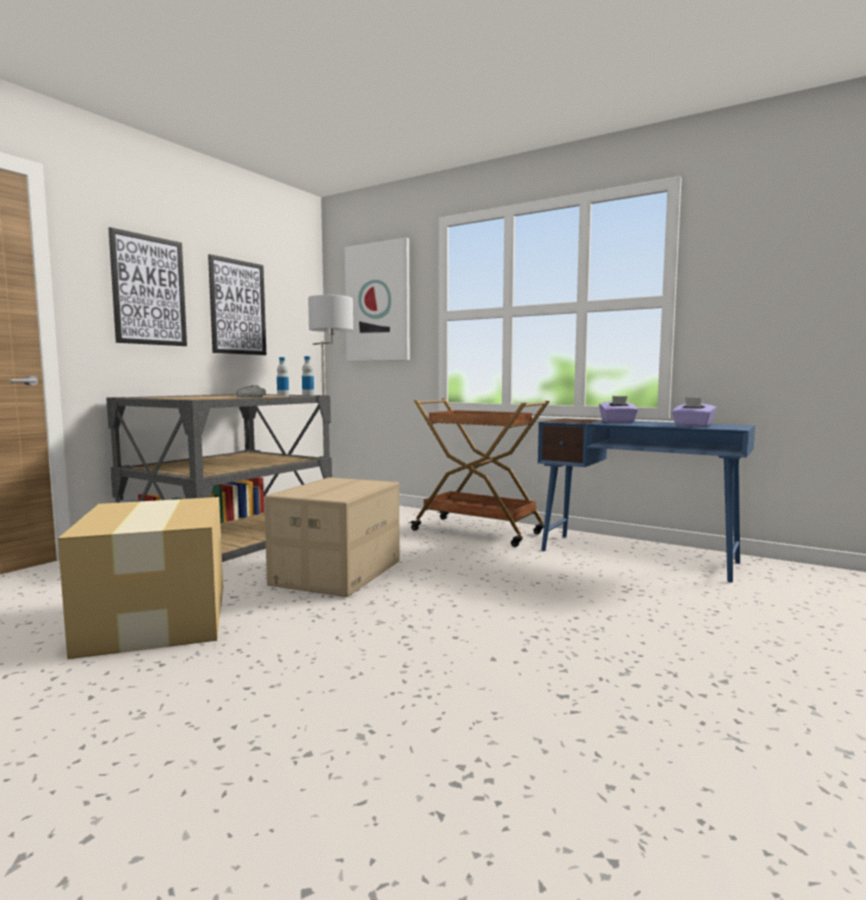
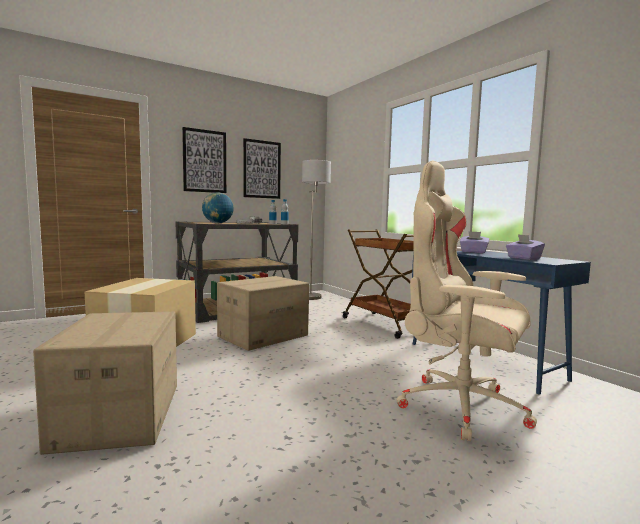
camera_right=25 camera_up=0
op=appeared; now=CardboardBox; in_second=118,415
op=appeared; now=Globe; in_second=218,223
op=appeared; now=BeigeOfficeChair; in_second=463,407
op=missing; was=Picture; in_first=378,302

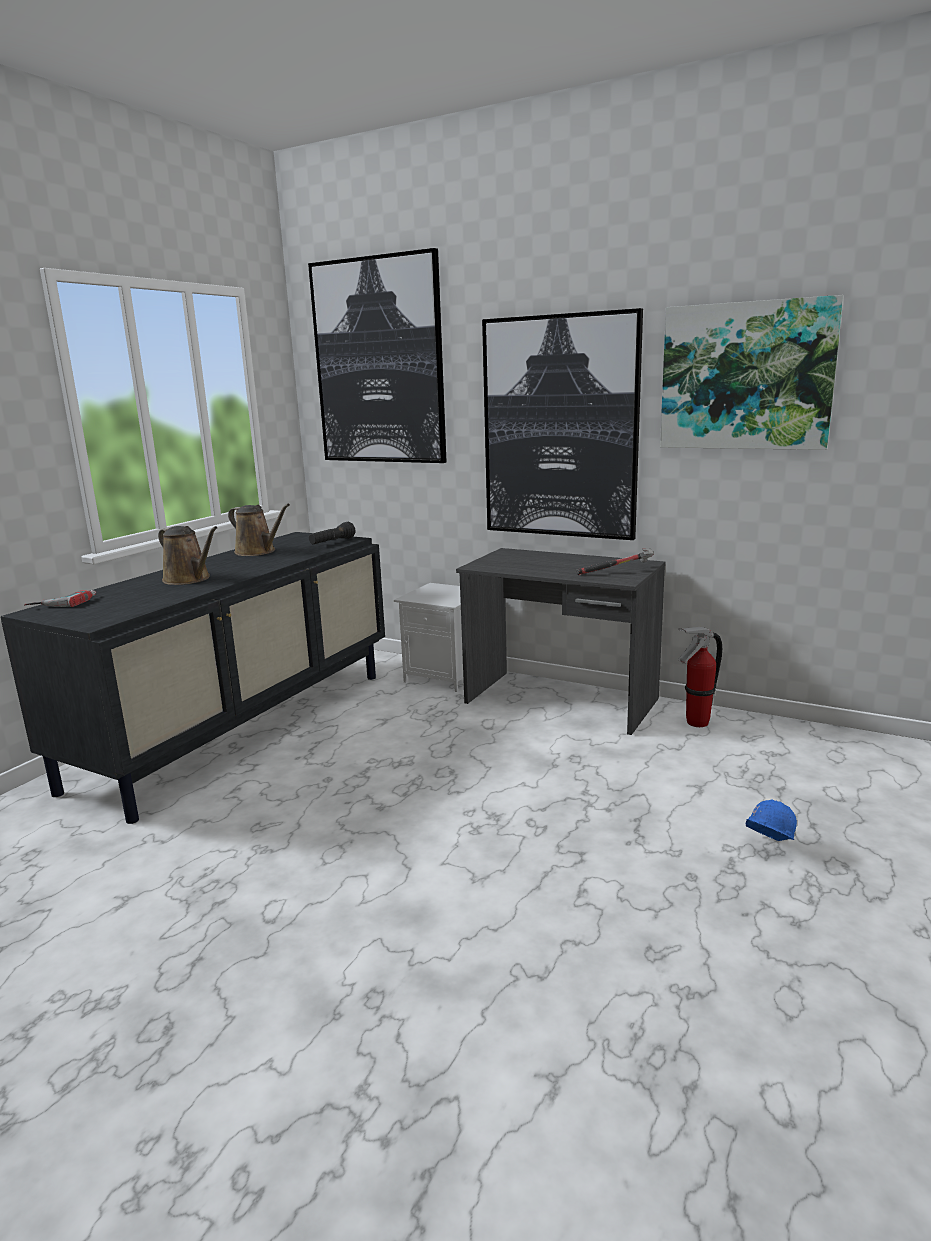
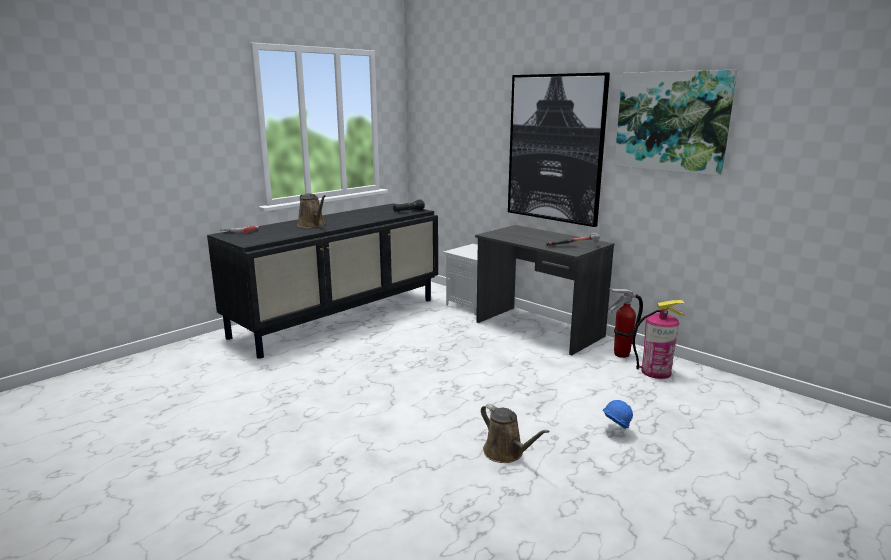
camera_right=15 camera_up=0
op=relocated; was=BrownWateringCan; in_first=258,552; in_second=506,453
op=appeared; now=FireExtinguisher; in_second=656,372
op=missing; was=Picture; in_first=379,362

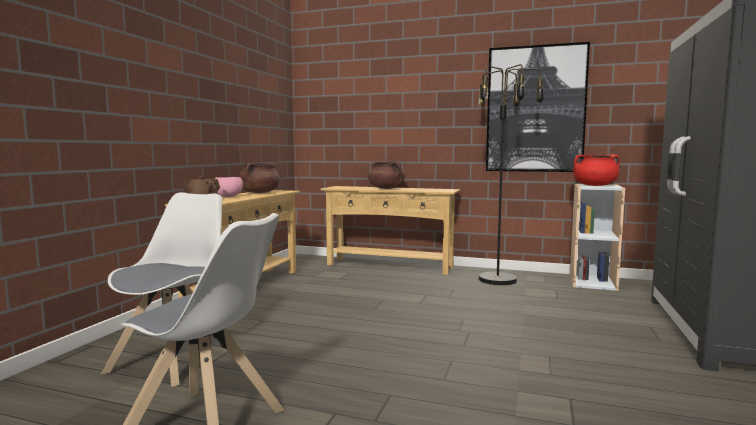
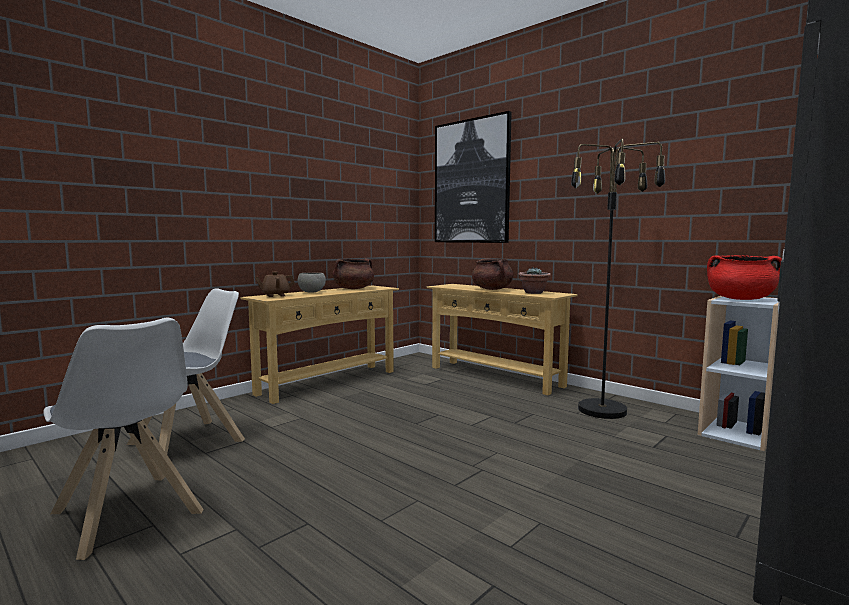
camera_right=25 camera_up=0
op=colour; was=PinkBowl; now=GreyBowl; in_first=228,197; in_second=311,292
op=relocated; was=Picture; in_first=535,109; in_second=471,182
op=appeared; now=PottedPlant; in_second=534,292

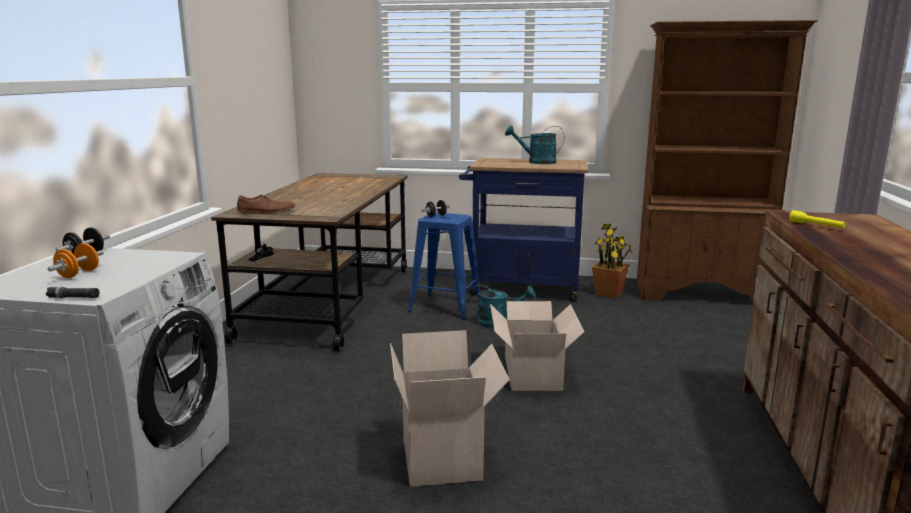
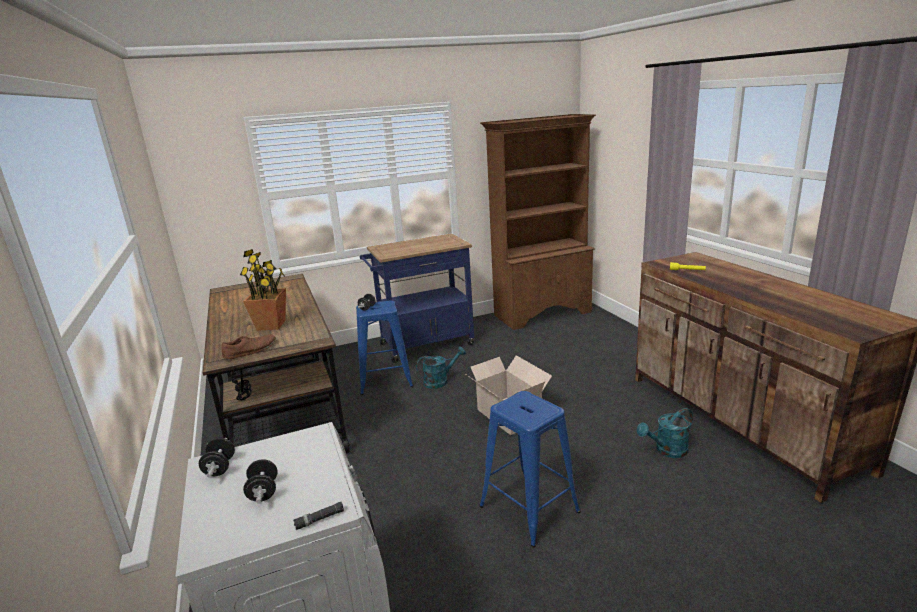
camera_right=-30 camera_up=5
op=relocated; was=PottedPlant; in_first=609,293; in_second=271,325
op=colour; was=OrangeDumbbell; now=BlackDumbbell; in_first=78,274; in_second=263,492
op=exchanged; was=CardboardBox; now=BlueStool; in_first=445,459; in_second=529,509
op=relocated; was=TurquoiseWateringCan; in_first=536,162; in_second=667,451

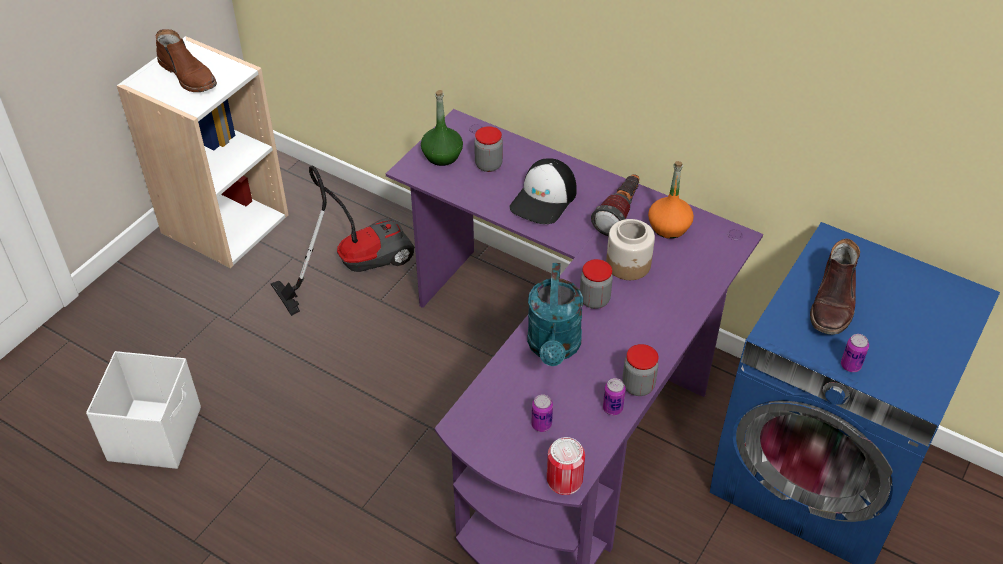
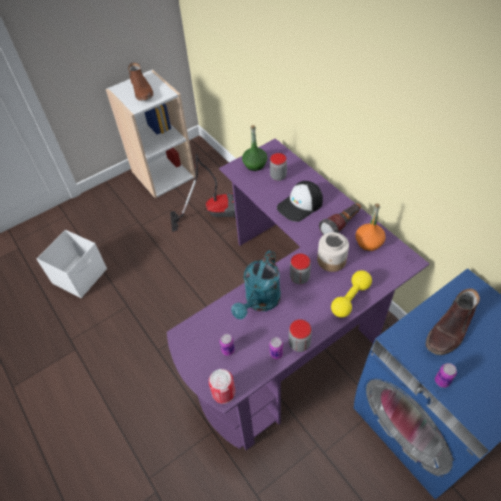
camera_right=25 camera_up=5
op=appeared; now=YellowDumbbell; in_second=350,299

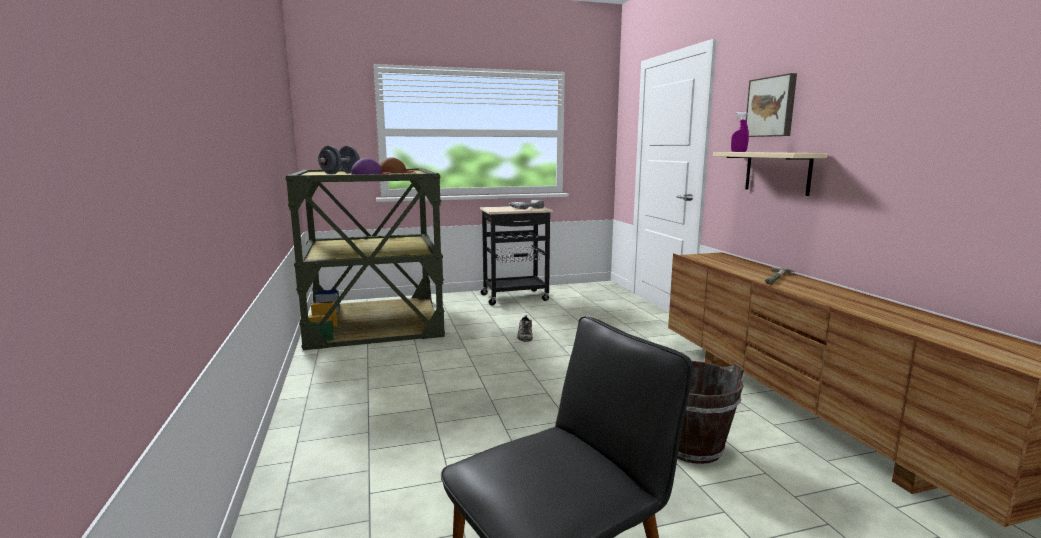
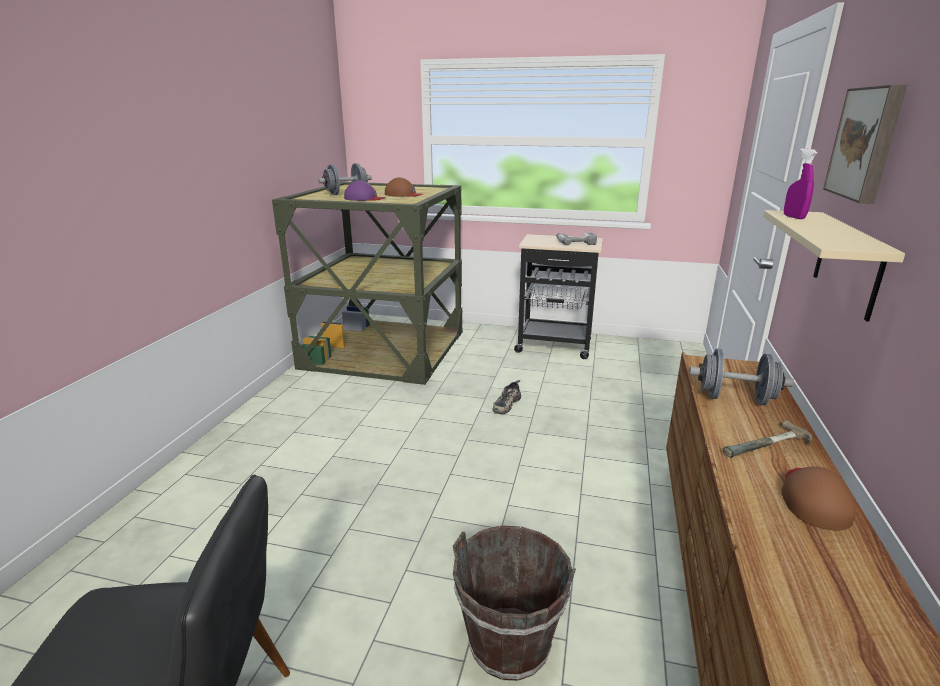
camera_right=30 camera_up=10
op=appeared; now=GreyDumbbell; in_second=735,398
op=appeared; now=BrownCap; in_second=813,500

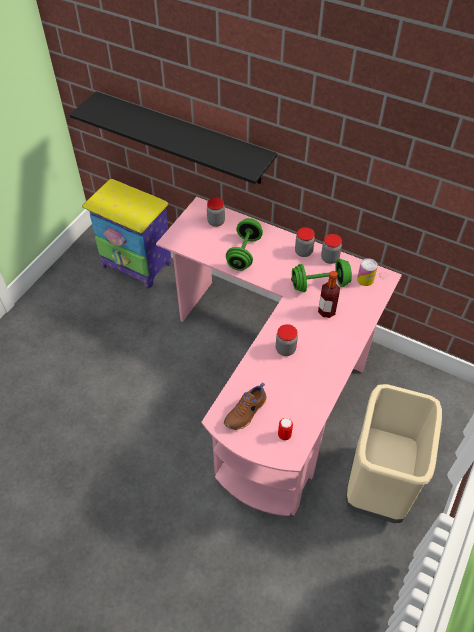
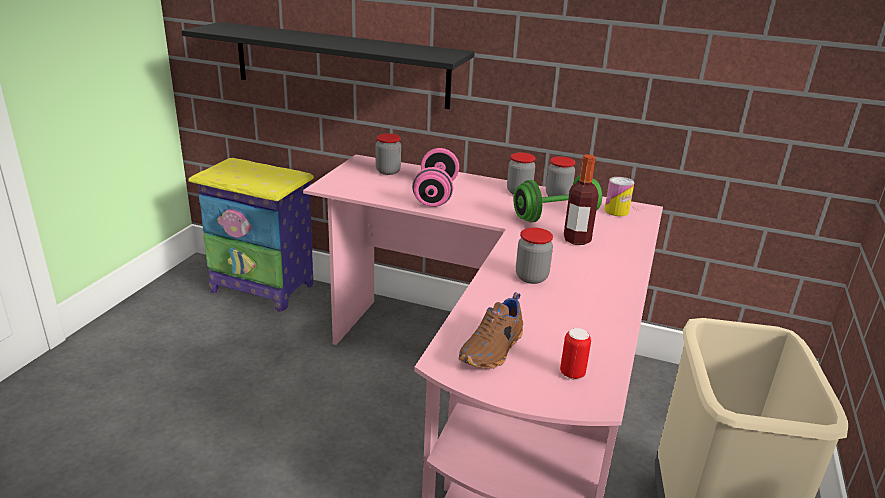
camera_right=-10 camera_up=-25
op=colour; was=GreenDumbbell; now=PinkDumbbell; in_first=244,253; in_second=435,194

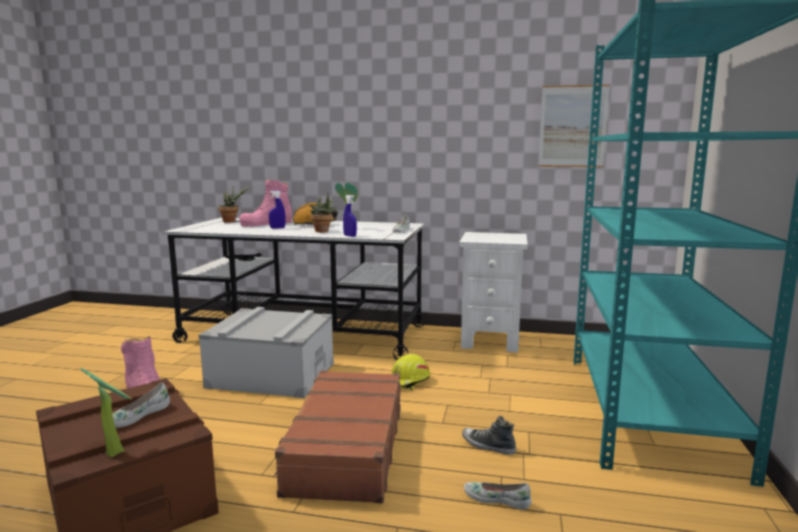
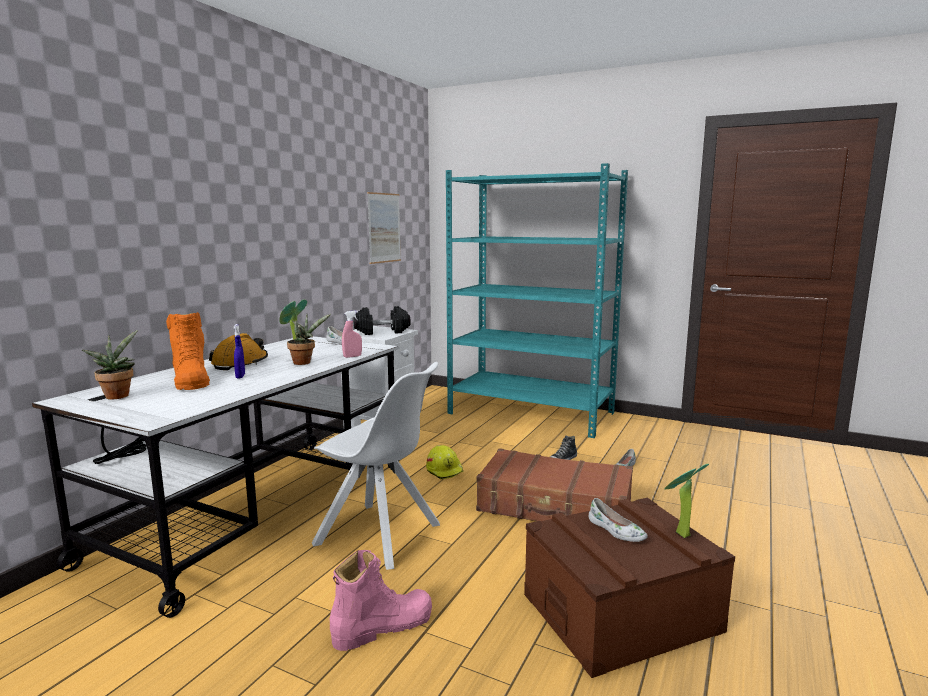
camera_right=-75 camera_up=0
op=colour; was=PinkBoot; now=OrangeBoot; in_first=266,224; in_second=191,380
op=exchanged; was=GreyStorageBox; now=WhiteChair; in_first=271,375; in_second=380,535
op=colour; was=BlueSprayBottle; now=PinkSprayBottle; in_first=350,236; in_second=352,356
op=appeared; now=BlackDumbbell; in_second=382,332

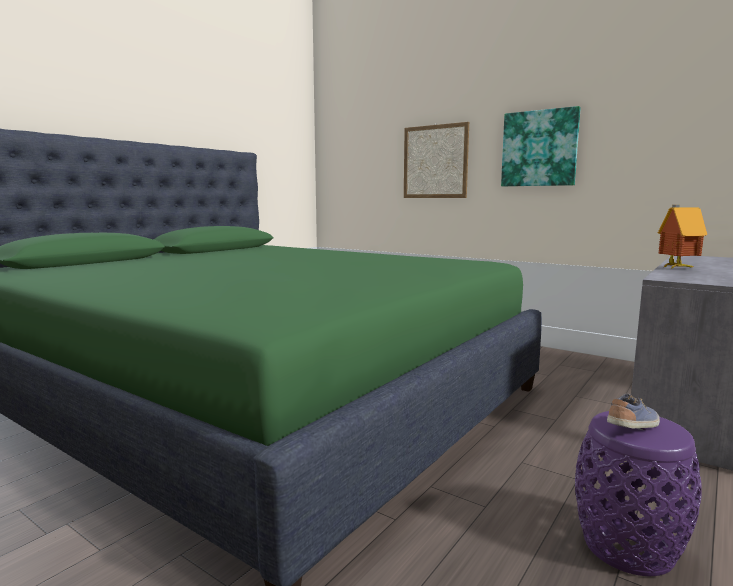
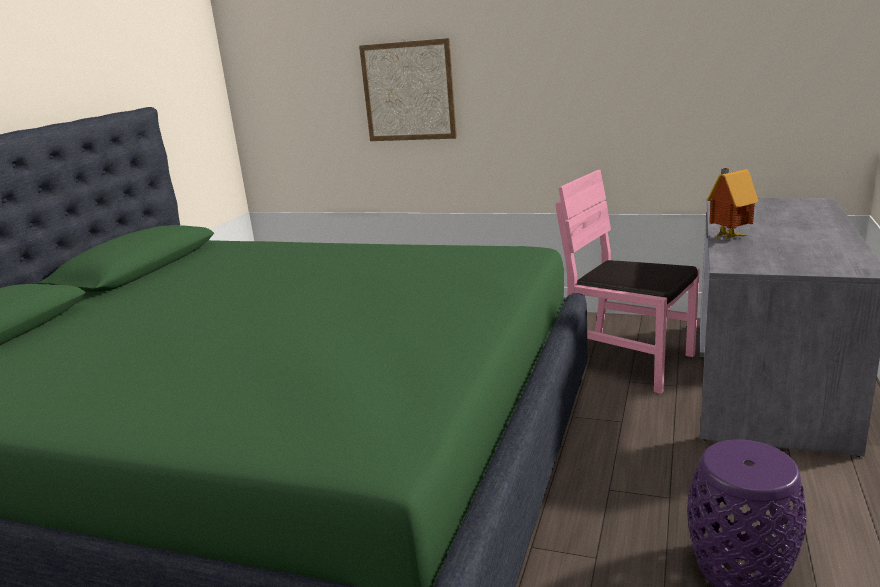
camera_right=-15 camera_up=10
op=appeared; now=PinkChair; in_second=628,362
op=missing; was=Picture; in_first=539,148
op=missing; was=Shoe; in_first=634,427

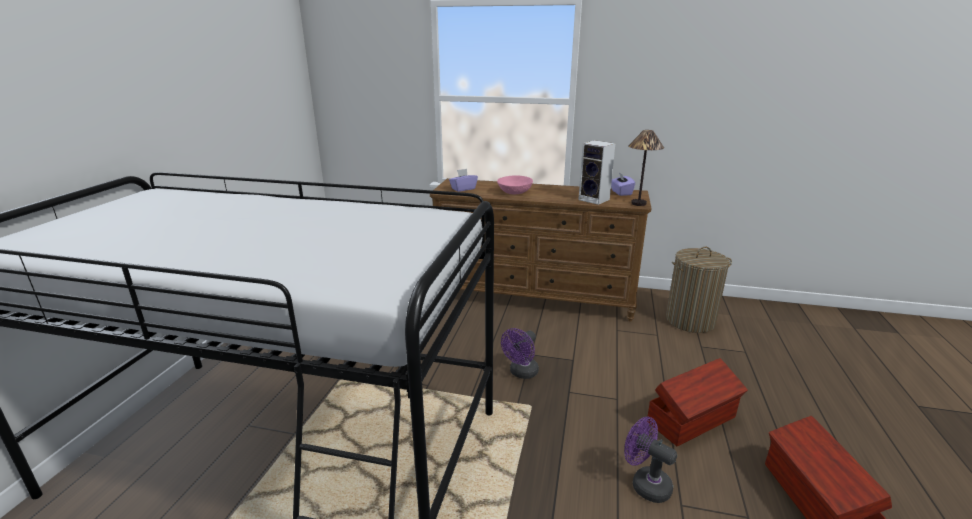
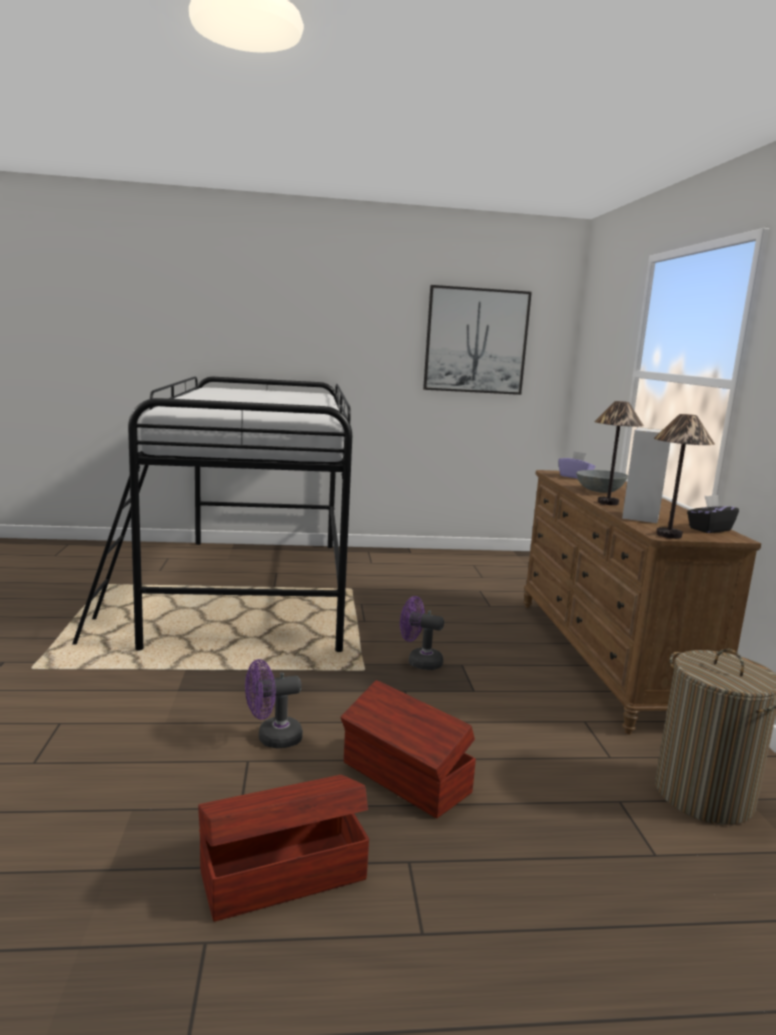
camera_right=70 camera_up=-10
op=spun; was=PurpleFan; in_first=645,483; in_second=272,739; clockwise=-135
op=appeared; now=Picture; in_second=476,341
op=colour; was=PinkBowl; now=GreyBowl; in_first=514,192; in_second=600,491
op=appeared; now=TableLamp; in_second=607,502
op=colour; was=PurpleTissueBox; now=BlackTissueBox; in_first=621,192; in_second=709,529

